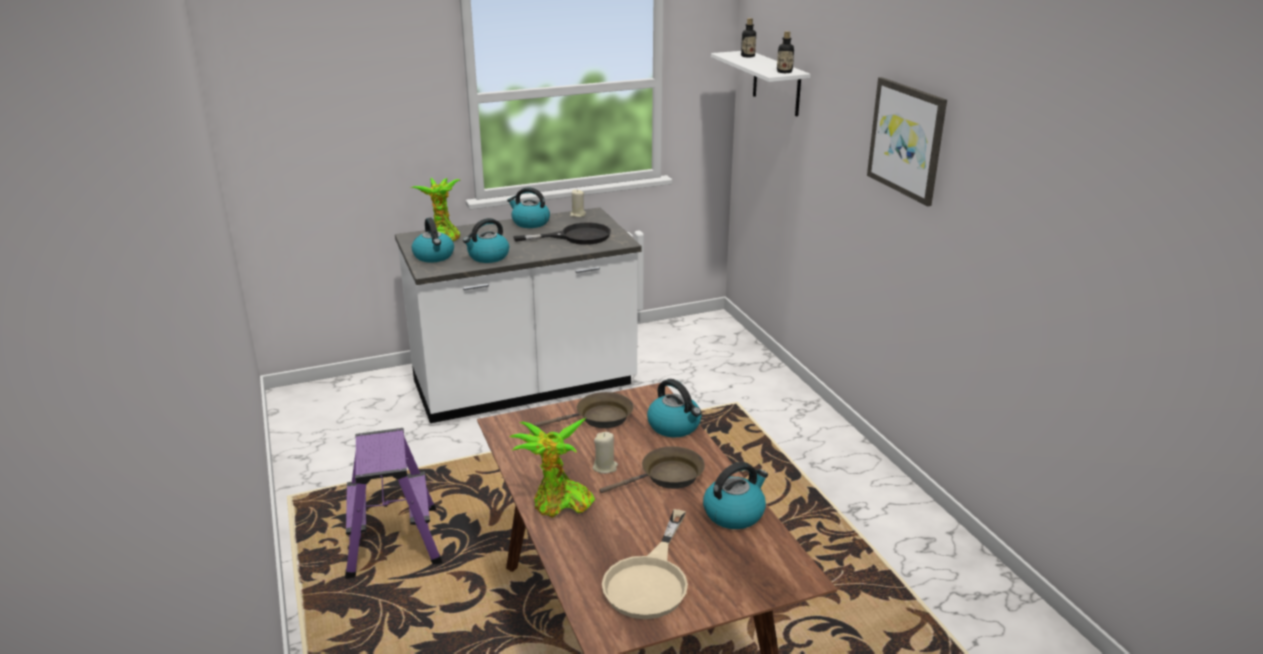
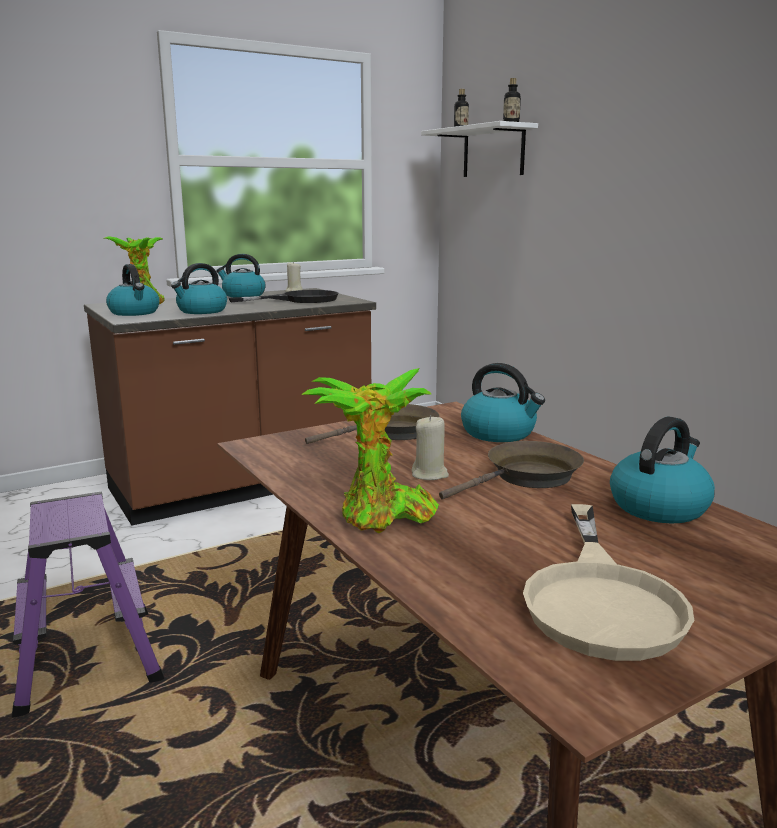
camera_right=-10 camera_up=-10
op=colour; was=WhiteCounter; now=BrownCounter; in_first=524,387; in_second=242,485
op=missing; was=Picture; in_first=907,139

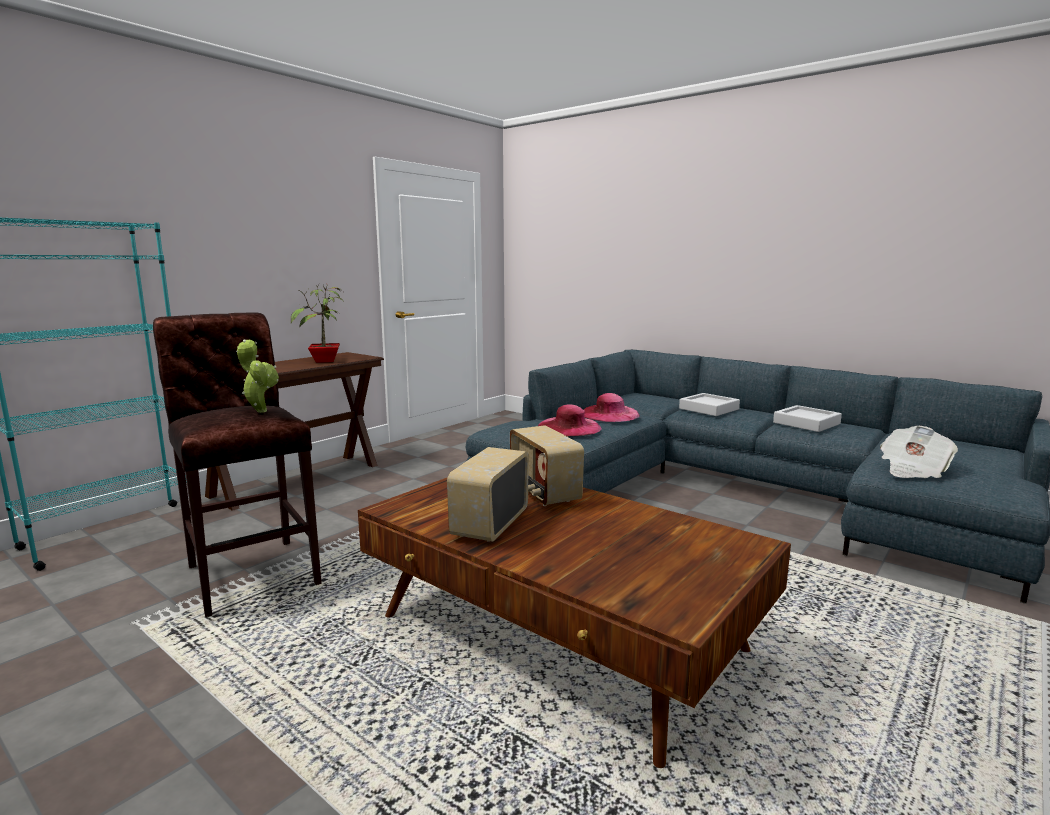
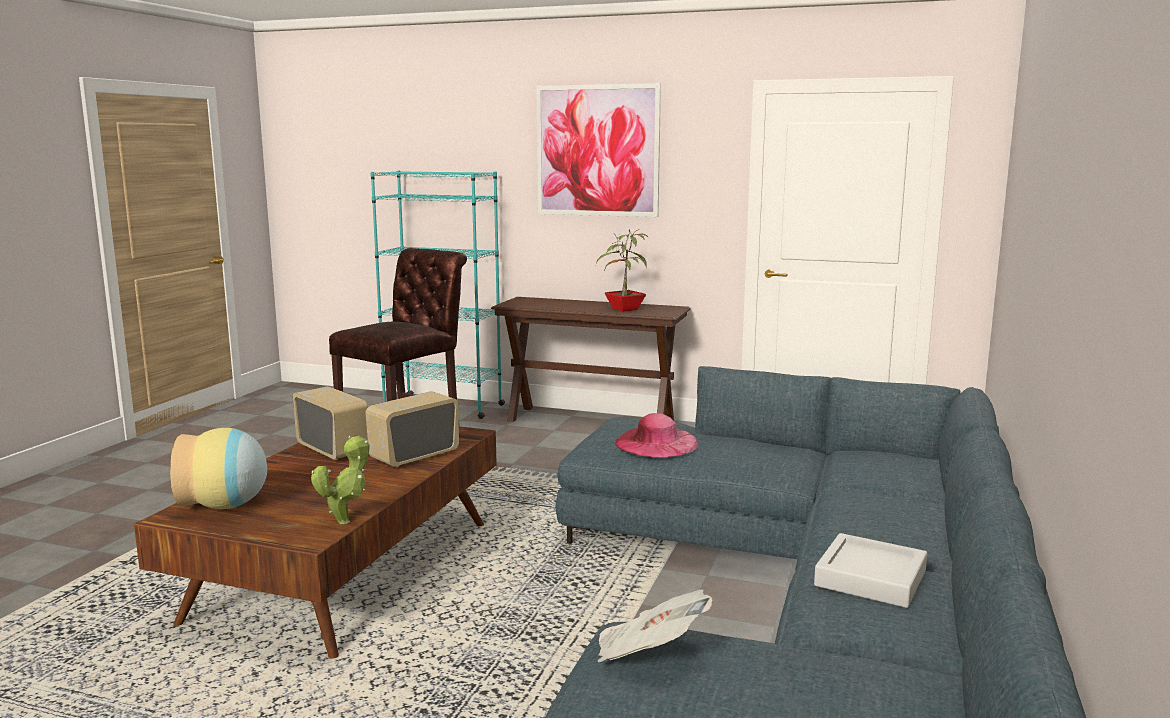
camera_right=70 camera_up=0
op=appeared; now=Vase; in_second=226,506
op=spun; was=Radio; in_first=489,525; in_second=333,450; clockwise=45
op=relocated; was=PottedPlant; in_first=260,411; in_second=346,520
op=appeared; now=Picture; in_second=597,151
op=missing; was=PinkHat; in_first=609,414
op=missing; was=GreyTray; in_first=709,409

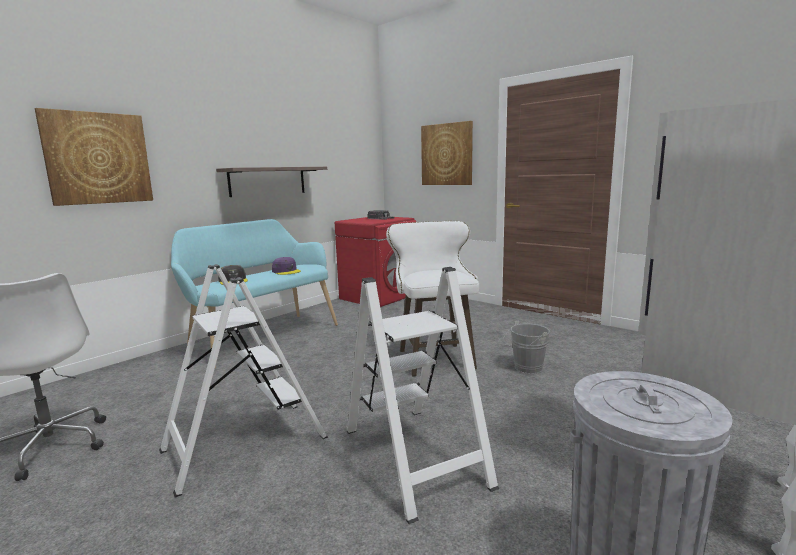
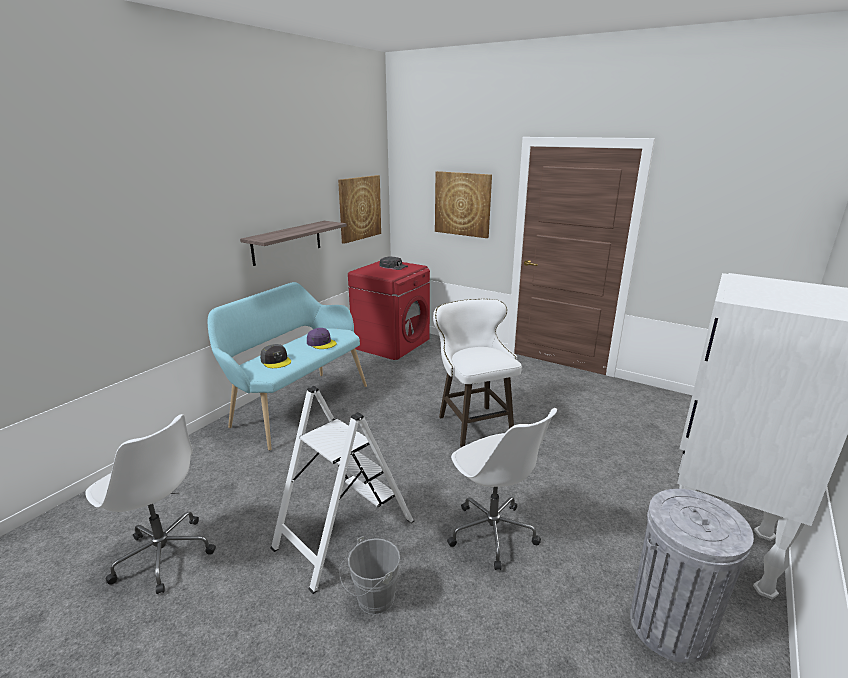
camera_right=-10 camera_up=10
op=relocated; was=Picture; in_first=98,158; in_second=359,208
op=relocated; was=GreyBucket; in_first=525,368; in_second=372,600
op=exchanged; was=WhiteStepLadder; now=WhiteOfficeChair; in_first=415,458; in_second=494,535

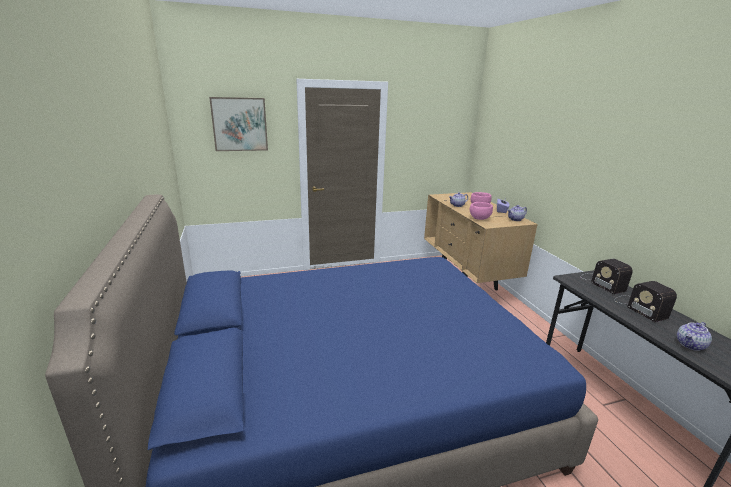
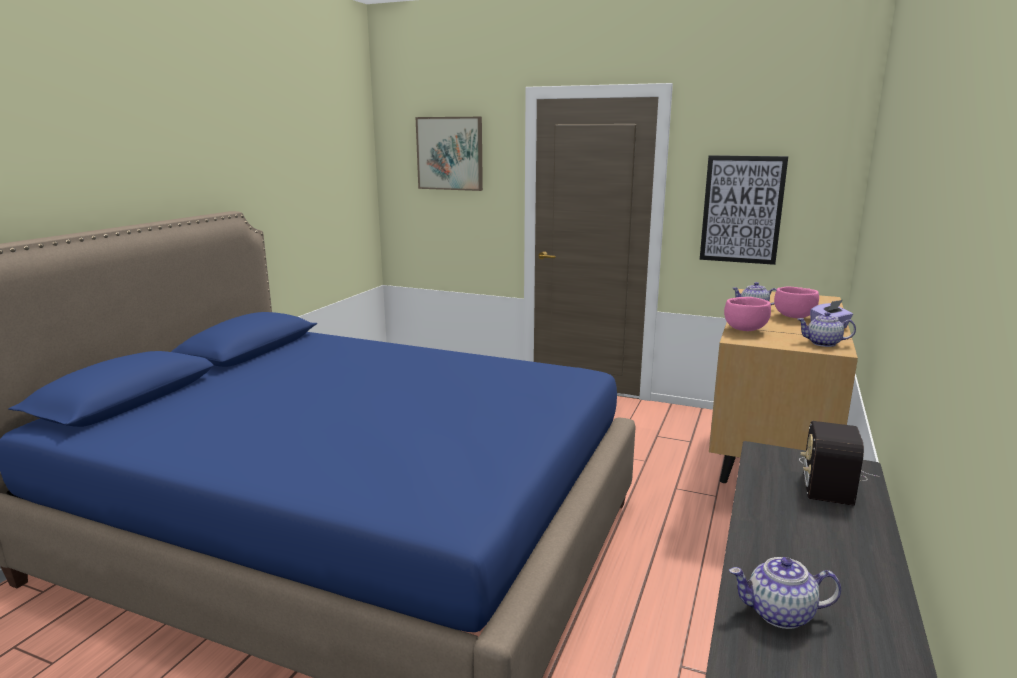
camera_right=40 camera_up=-5
op=appeared; now=Picture; in_second=742,209
op=missing; was=Radio; in_first=638,307

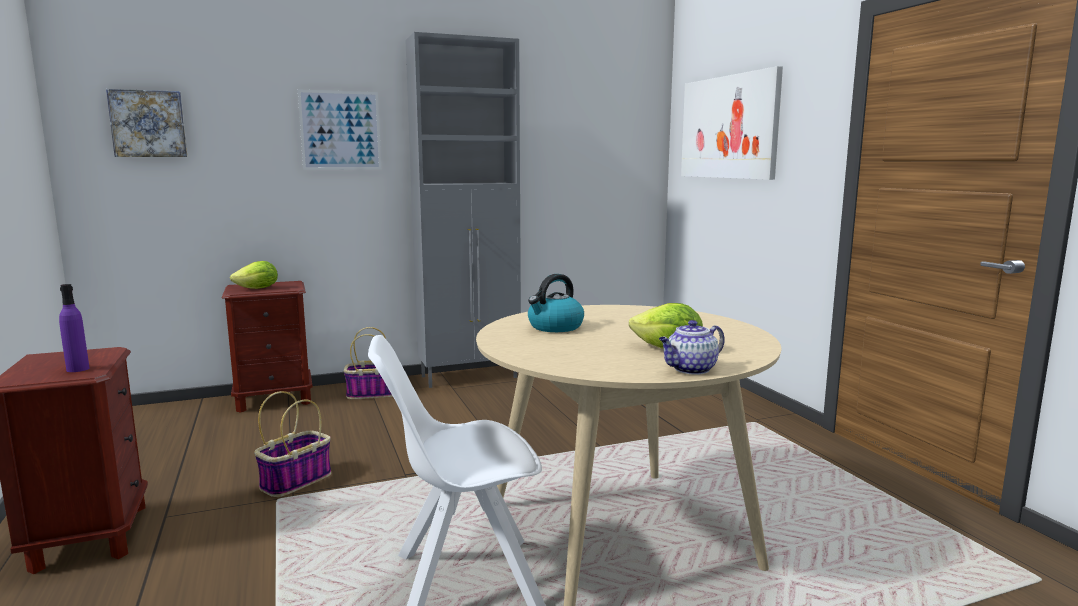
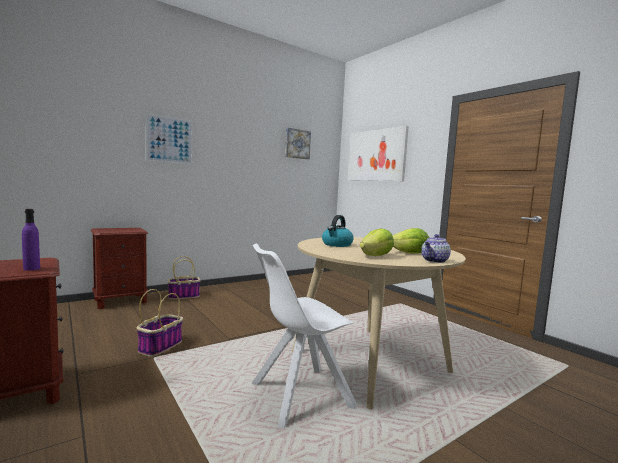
camera_right=-15 camera_up=-5
op=relocated; was=Picture; in_first=148,124; in_second=297,144
op=relocated; was=Lettuce; in_first=258,289; in_second=376,256
op=missing; was=GreyCabinet; in_first=471,377

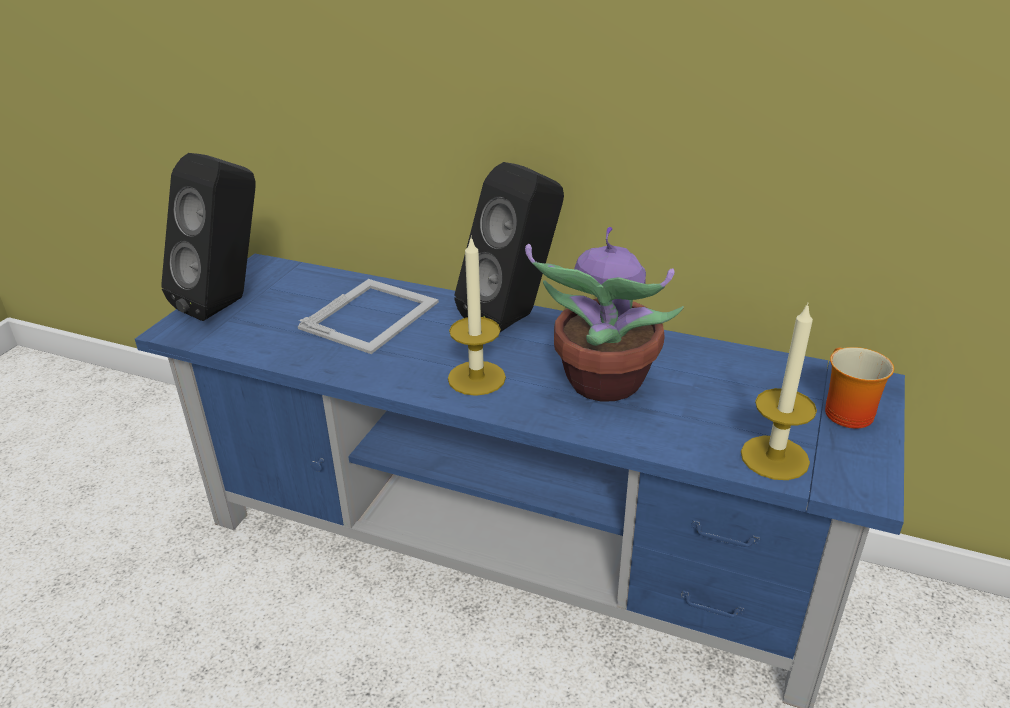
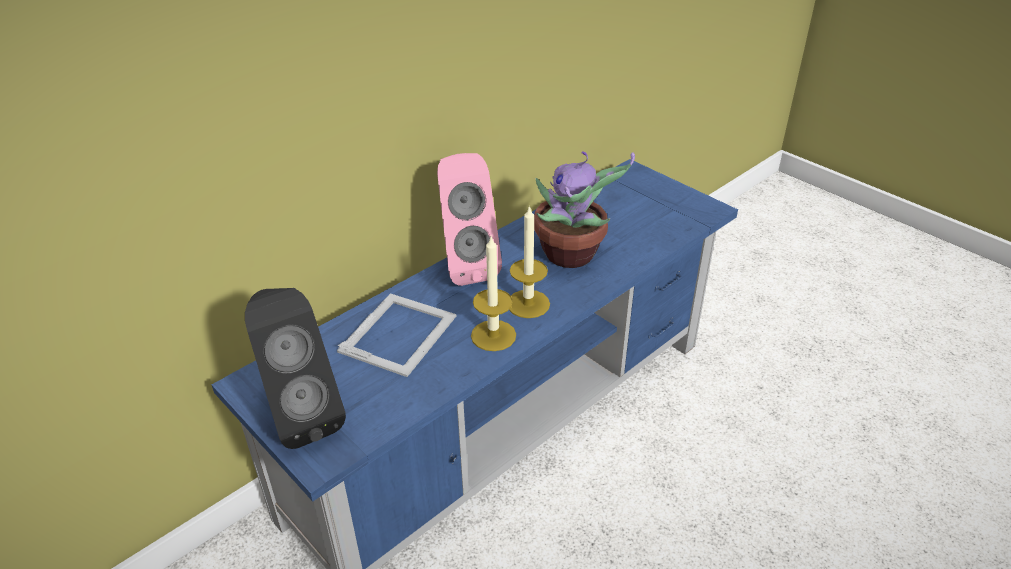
camera_right=-65 camera_up=5
op=spun; was=PictureFrame; in_first=371,314; in_second=400,333; clockwise=60
op=colour; was=BlackSpeaker; now=PinkSpeaker; in_first=515,318; in_second=466,266
op=relocated; was=Candle; in_first=774,457; in_second=493,335
op=missing; was=Mug; in_first=842,411

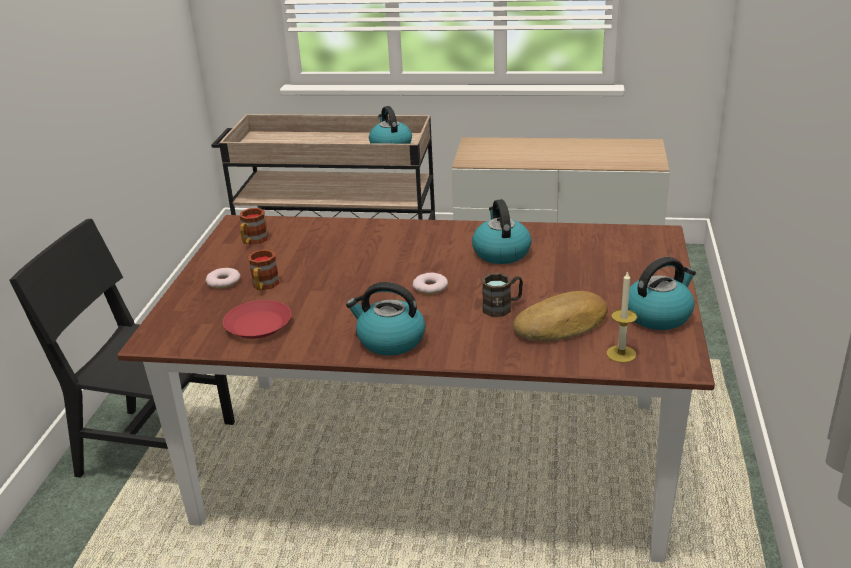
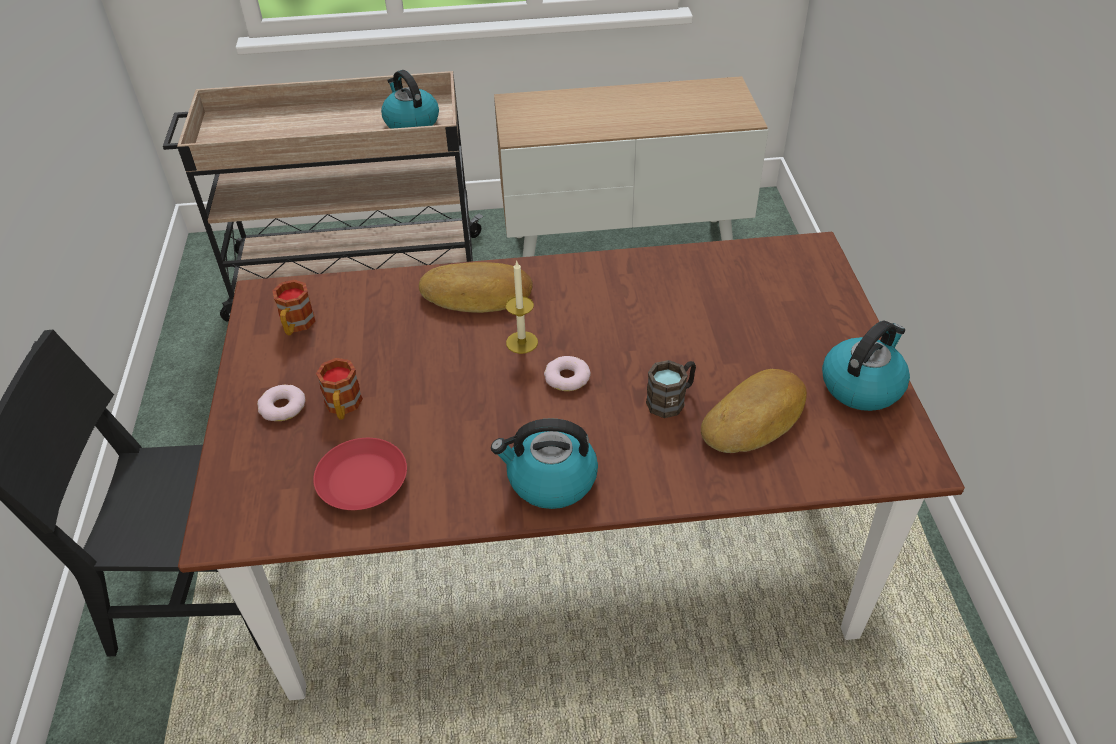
camera_right=-15 camera_up=15
op=appeared; now=Bread; in_second=477,295
op=relocated; was=Candle; in_first=621,354; in_second=522,342
op=missing; was=Kettle; in_first=500,252

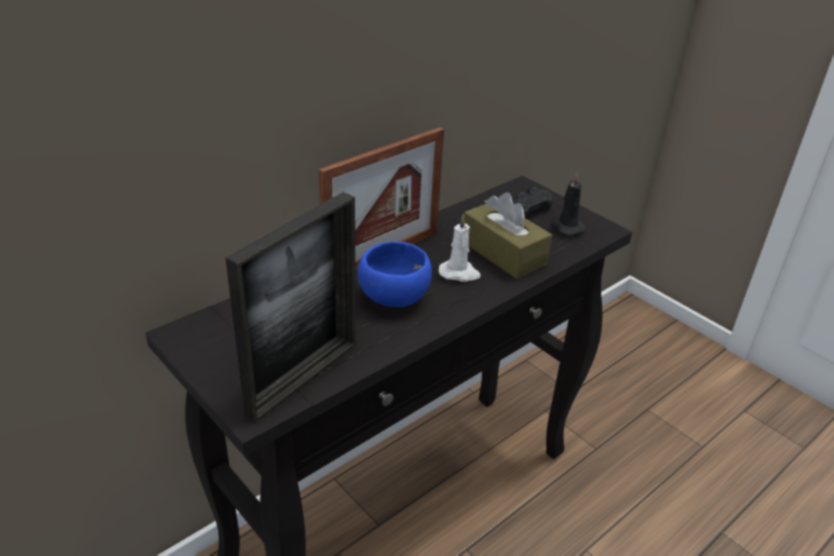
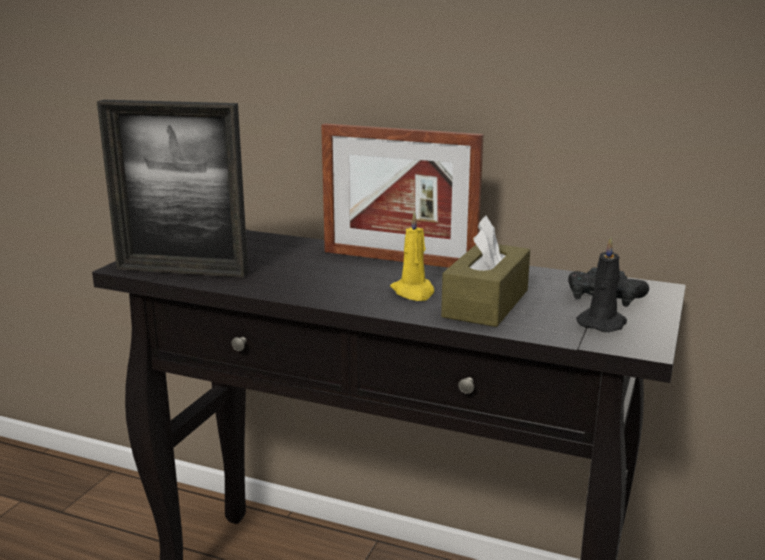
camera_right=65 camera_up=-15
op=colour; was=WhiteCandle; now=YellowCandle; in_first=459,273; in_second=413,292
op=missing; was=BlueBowl; in_first=395,298

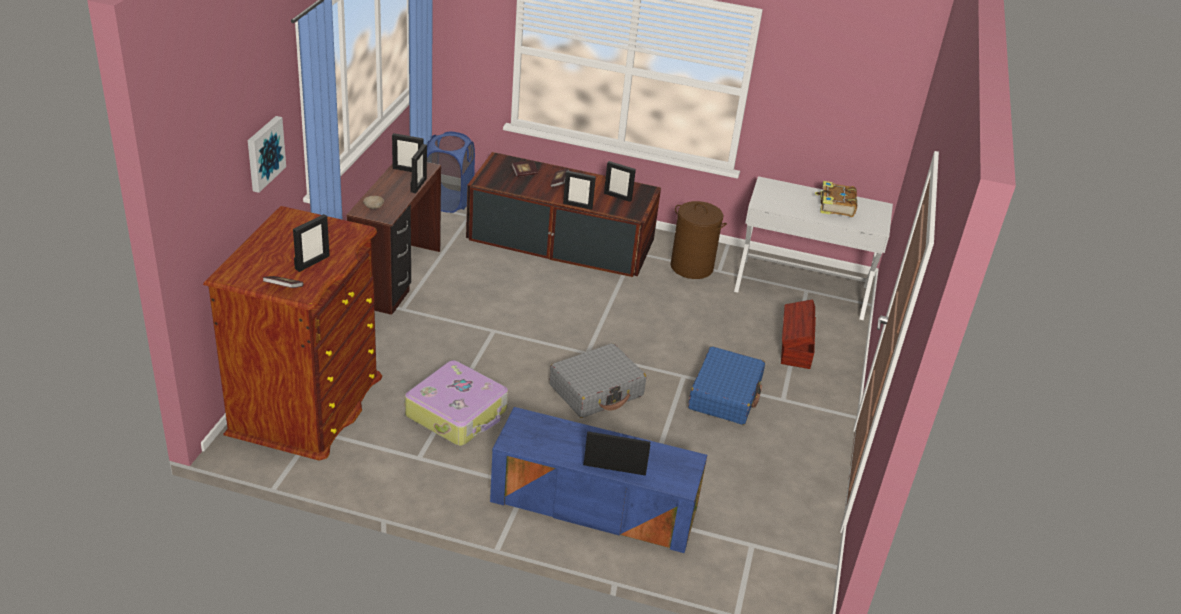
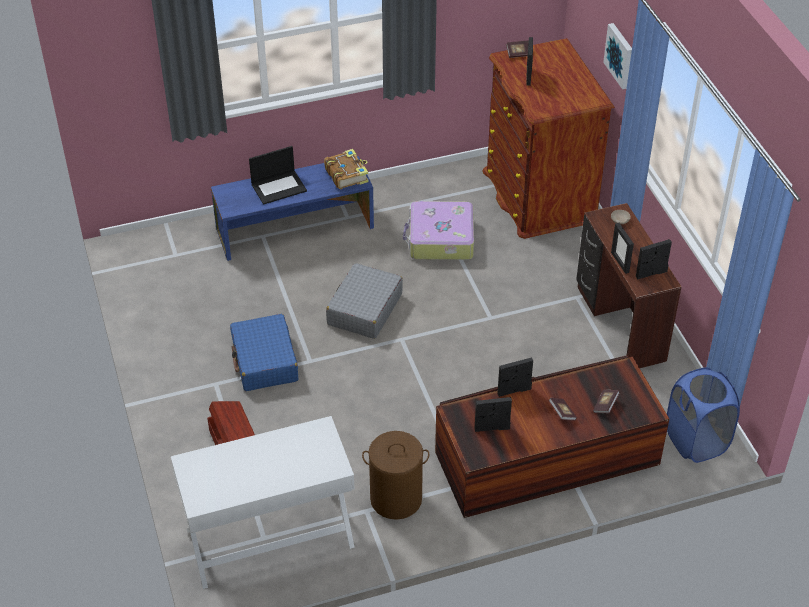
camera_right=150 camera_up=10
op=relocated; was=Book; in_first=835,206; in_second=346,174

